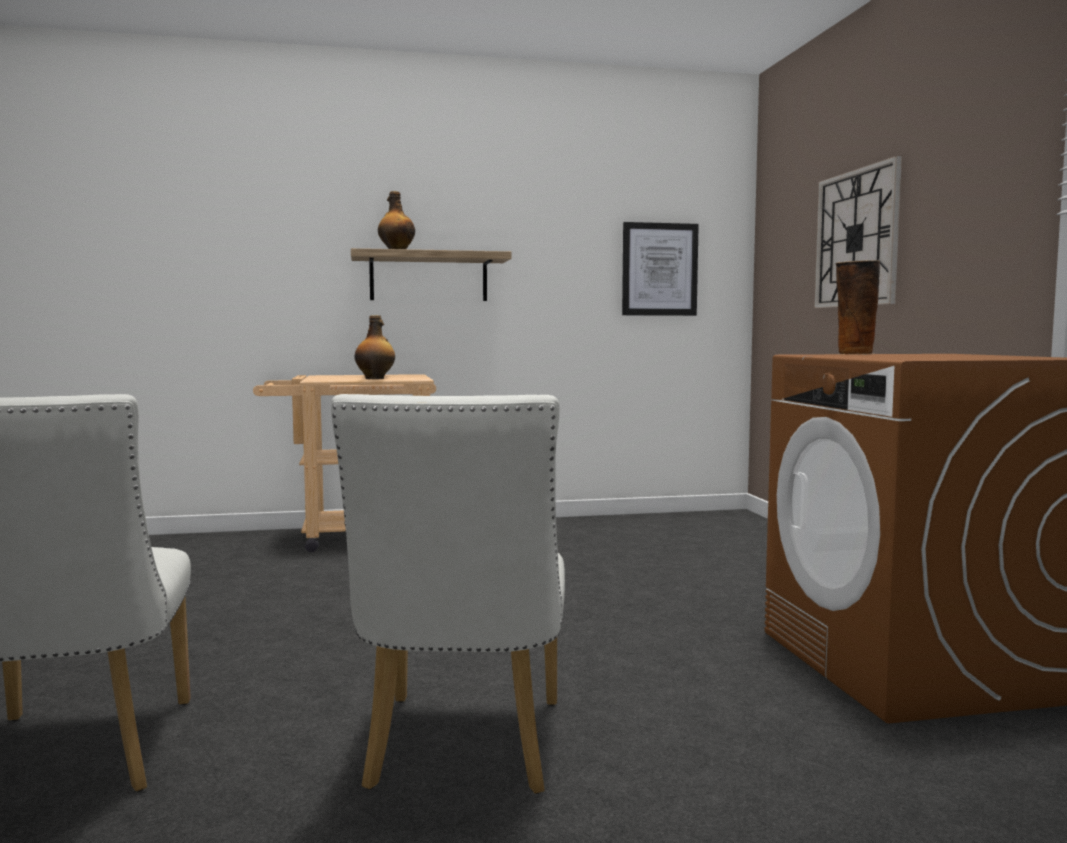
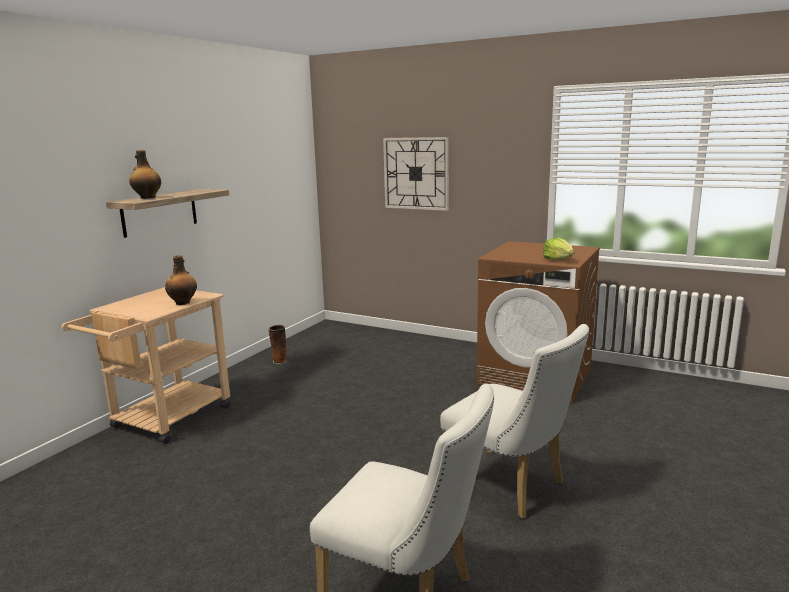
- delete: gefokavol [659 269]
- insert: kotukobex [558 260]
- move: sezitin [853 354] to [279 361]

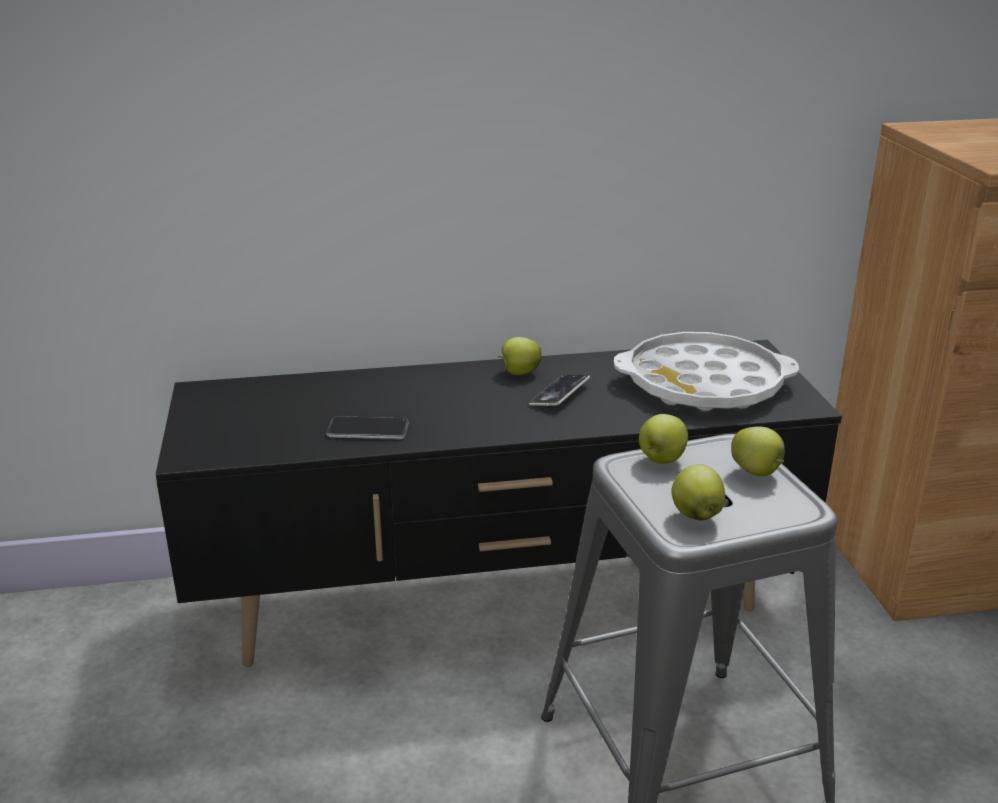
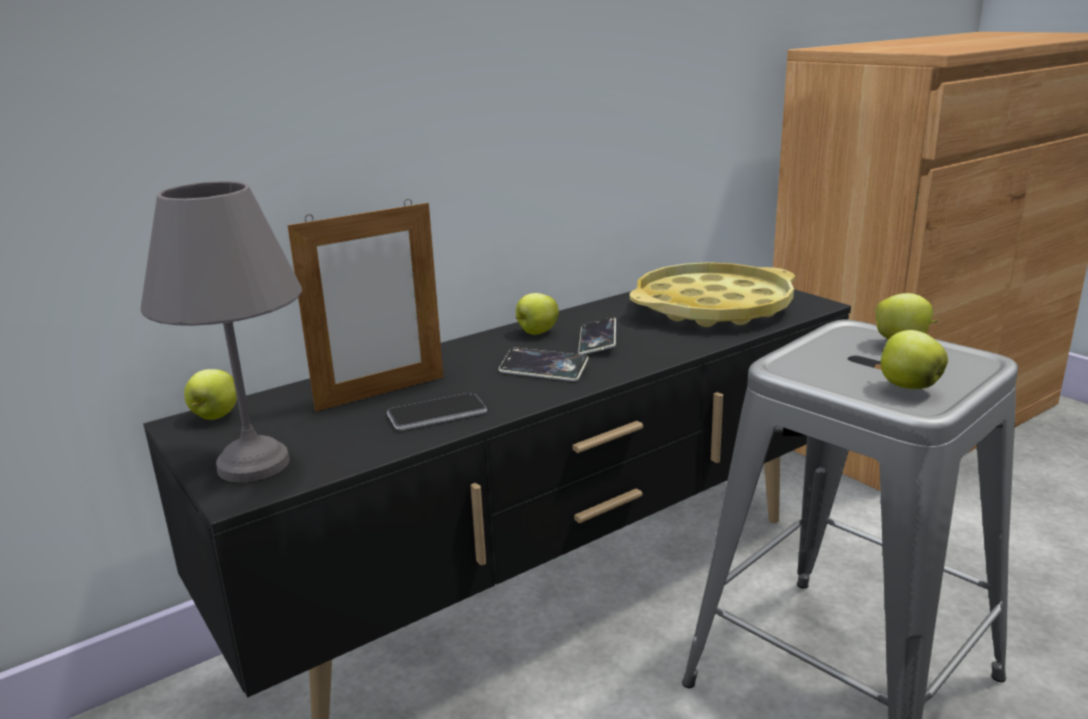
- insert: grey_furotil [255 466]
- insert: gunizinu [381 393]
- insert: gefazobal [543 370]
- move: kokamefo [661 459] to [215 416]
- recolor: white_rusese [703 384] to yellow_rusese [713 307]

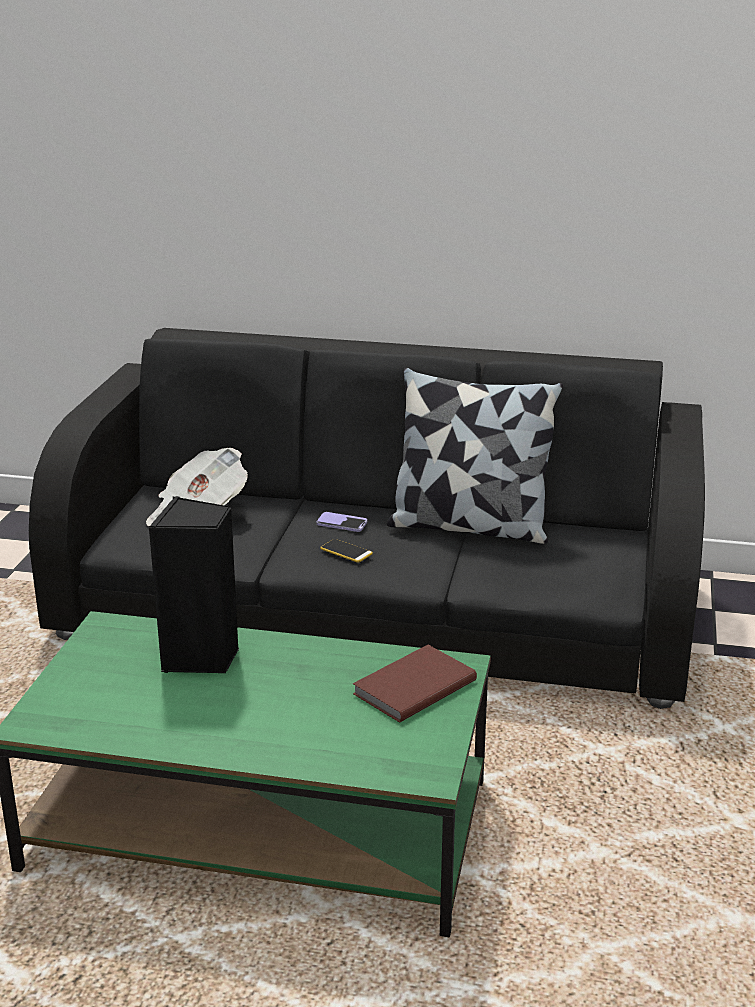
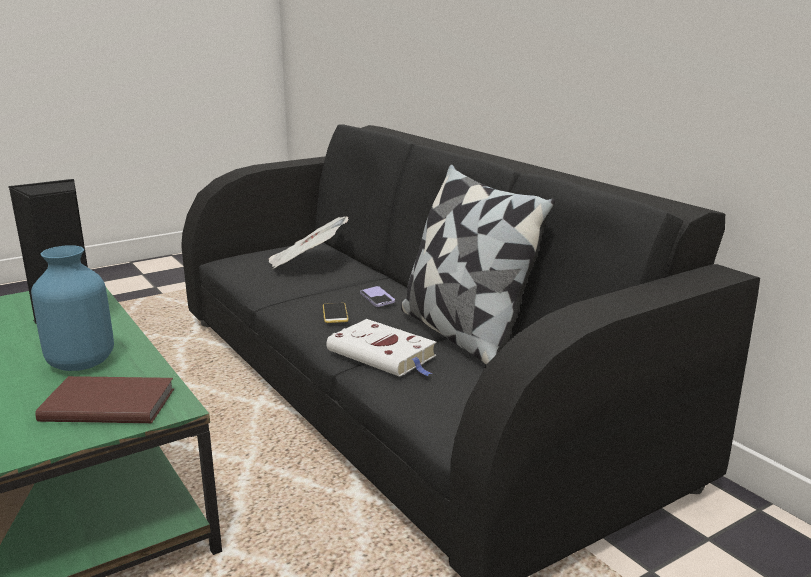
- insert: blue_sezitin [81 363]
- insert: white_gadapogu [384 355]

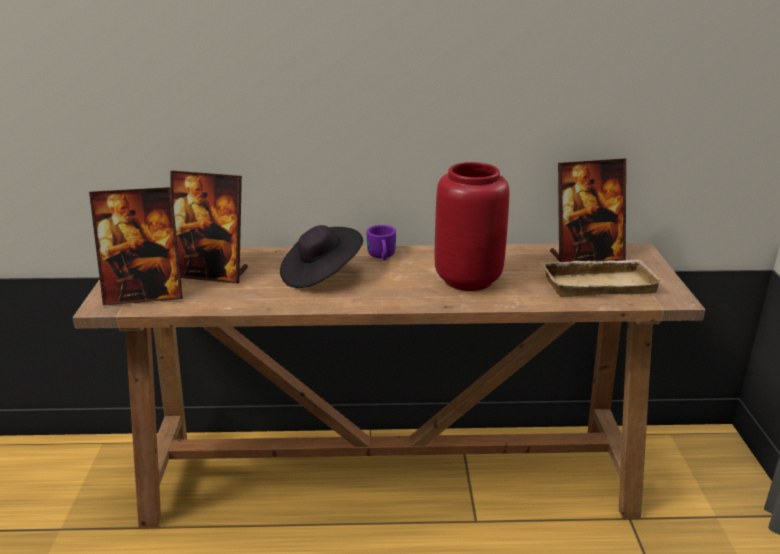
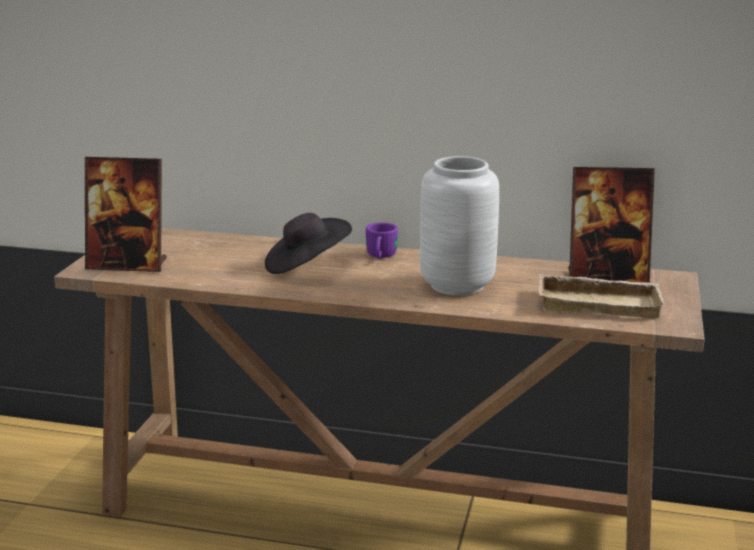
- delete: gunizinu [211 273]
- recolor: red_sezitin [468 279] to grey_sezitin [457 285]

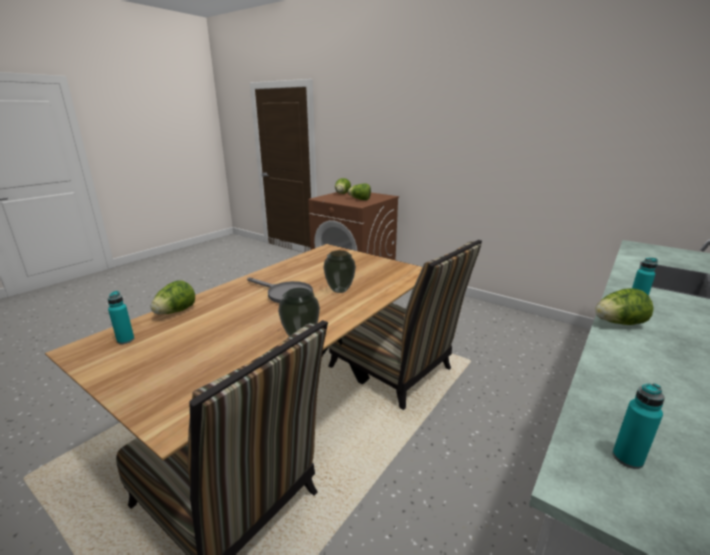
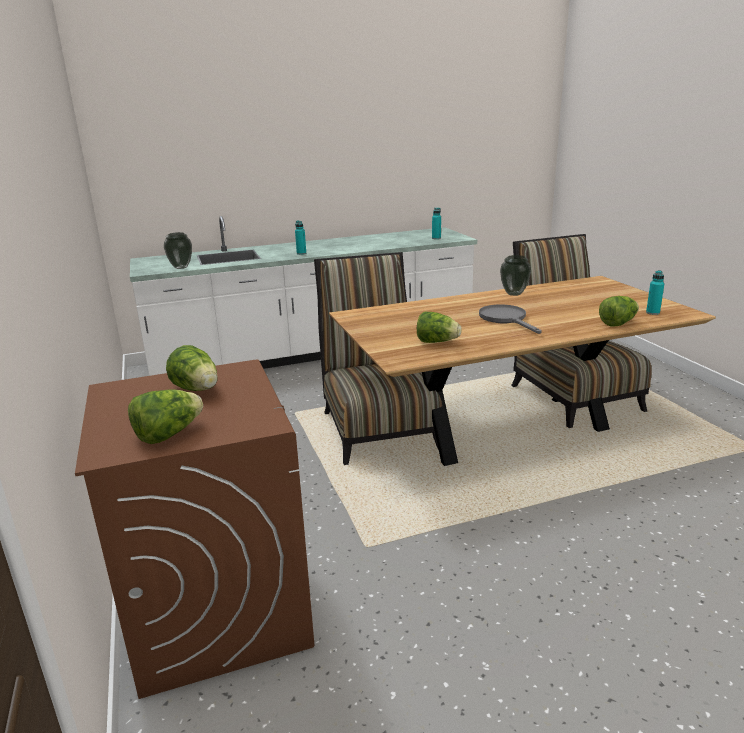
- move: sezitin [340 290] to [180 267]
- move: kotukobex [618 323] to [437 342]

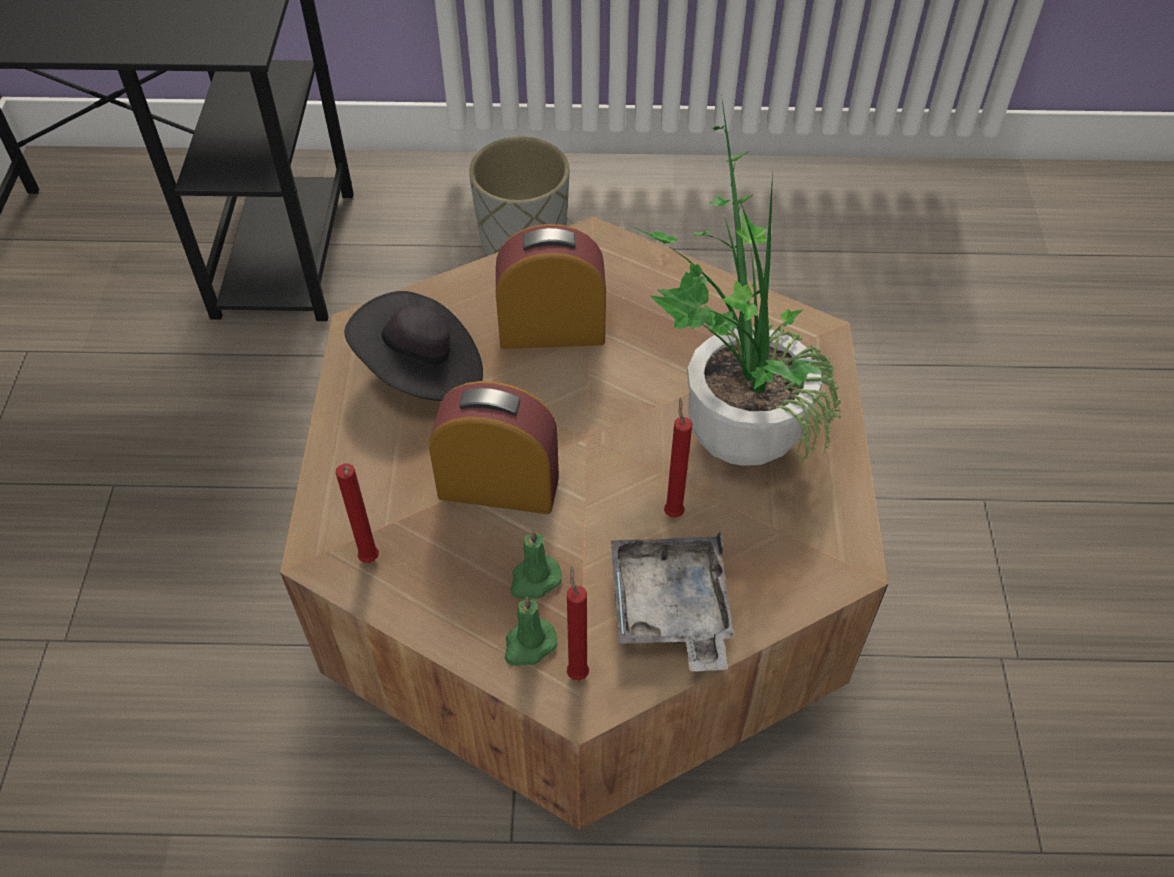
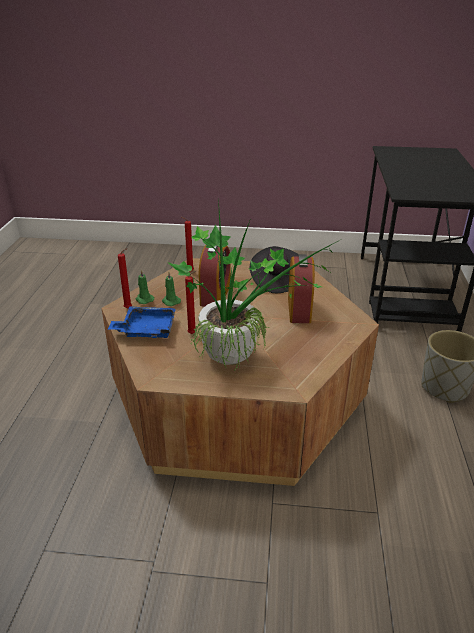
- recolor: grey_rusese [671 609] to blue_rusese [146 330]

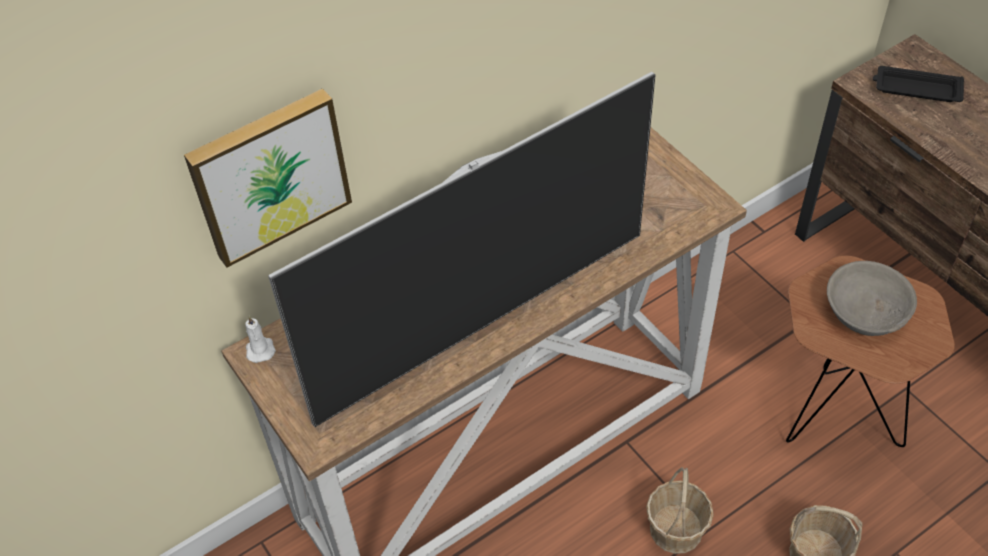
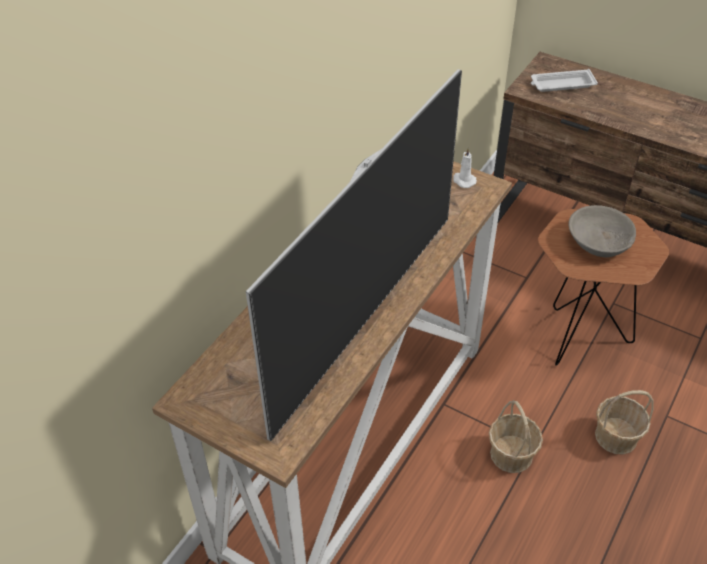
- delete: gefokavol [269 174]
- move: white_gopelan [260 349] to [463 180]
- recolor: black_rusese [915 89] to white_rusese [561 84]

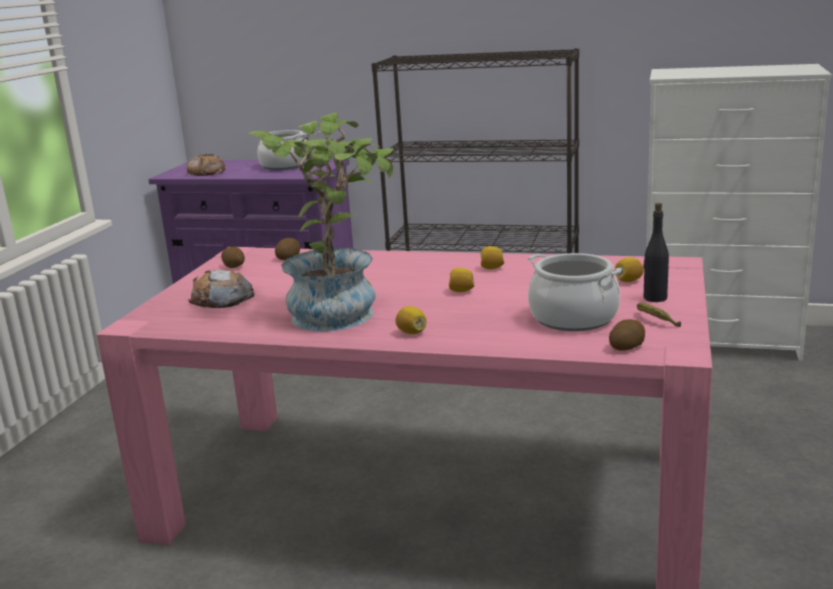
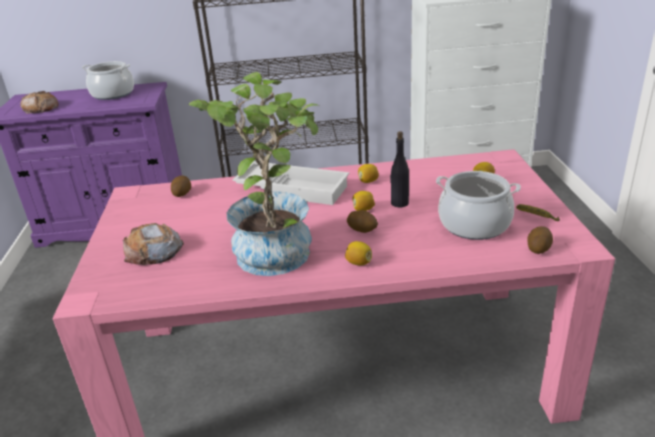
- insert: white_rusese [293 188]
- move: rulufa [234 266] to [362 229]
- move: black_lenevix [654 298] to [399 203]

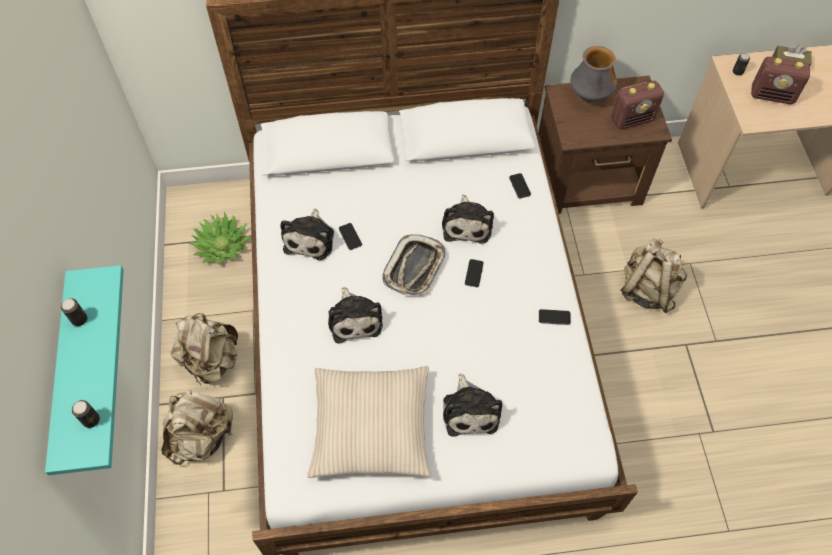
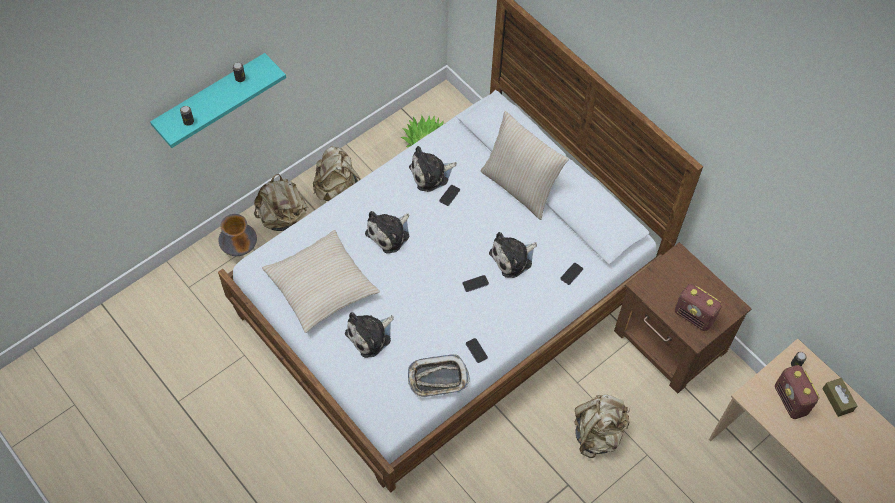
- insert: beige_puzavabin [520 187]
- move: rusese [414 268] to [437 378]
- move: sezitin [589 96] to [240 248]

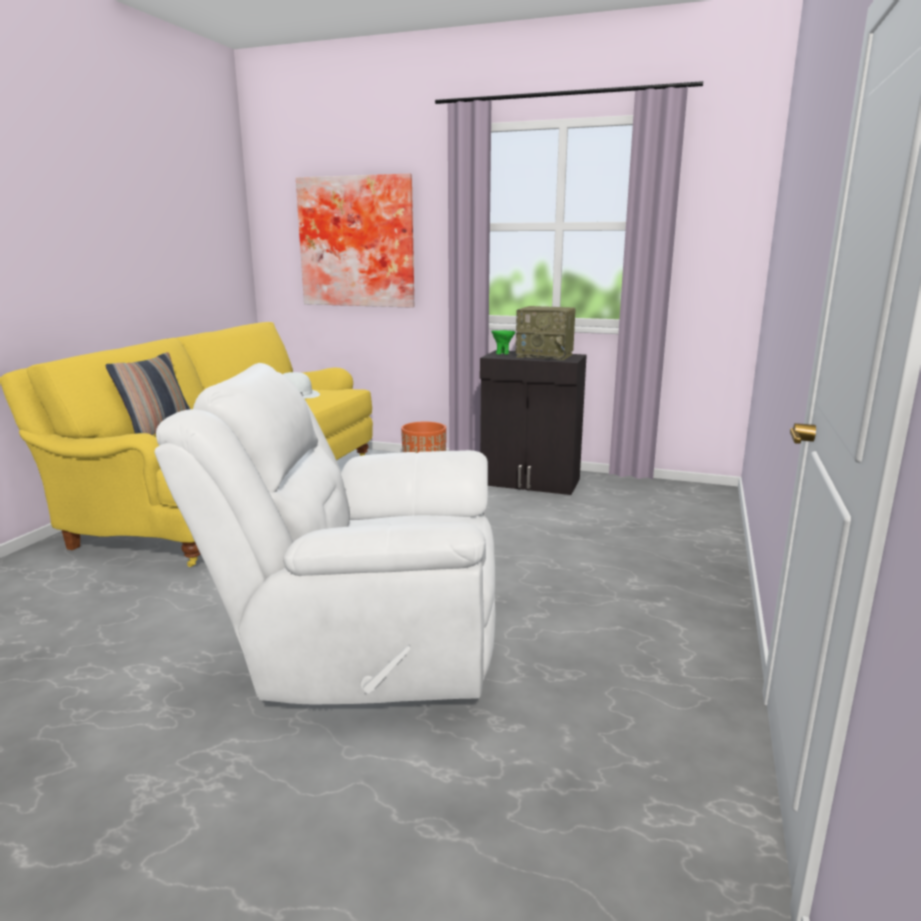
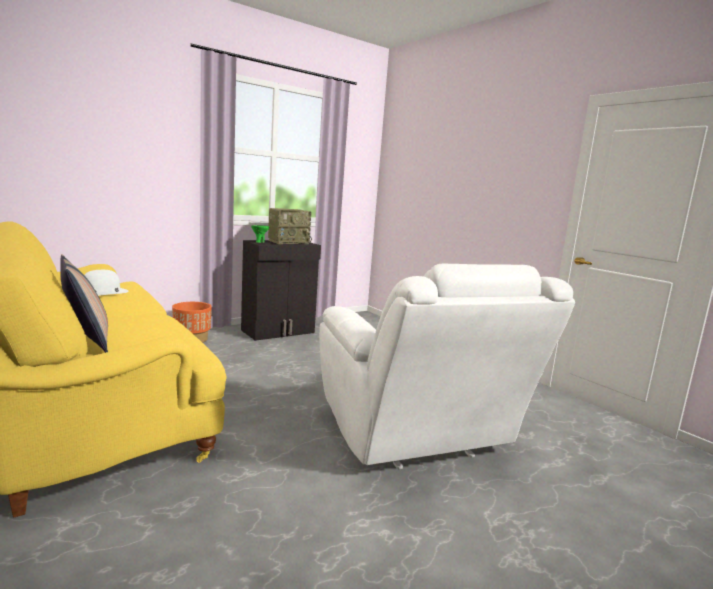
- delete: gefokavol [358 242]
- rotate: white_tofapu [363 646] = [418 440] 60 degrees counterclockwise

